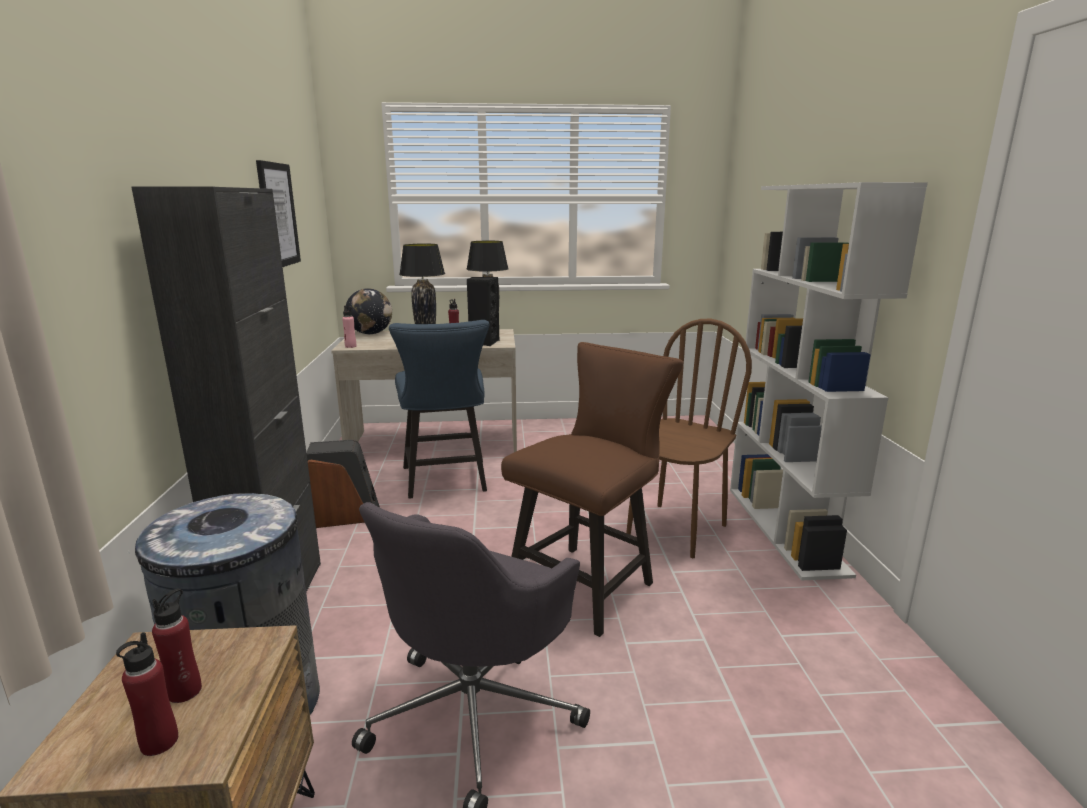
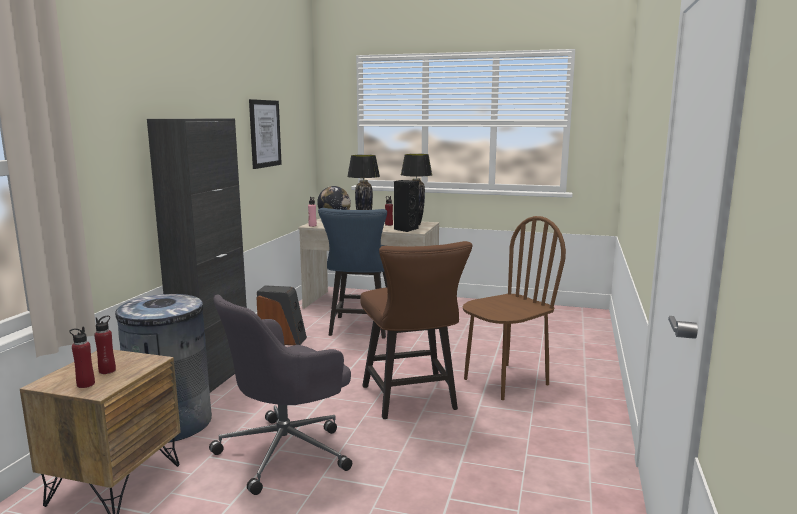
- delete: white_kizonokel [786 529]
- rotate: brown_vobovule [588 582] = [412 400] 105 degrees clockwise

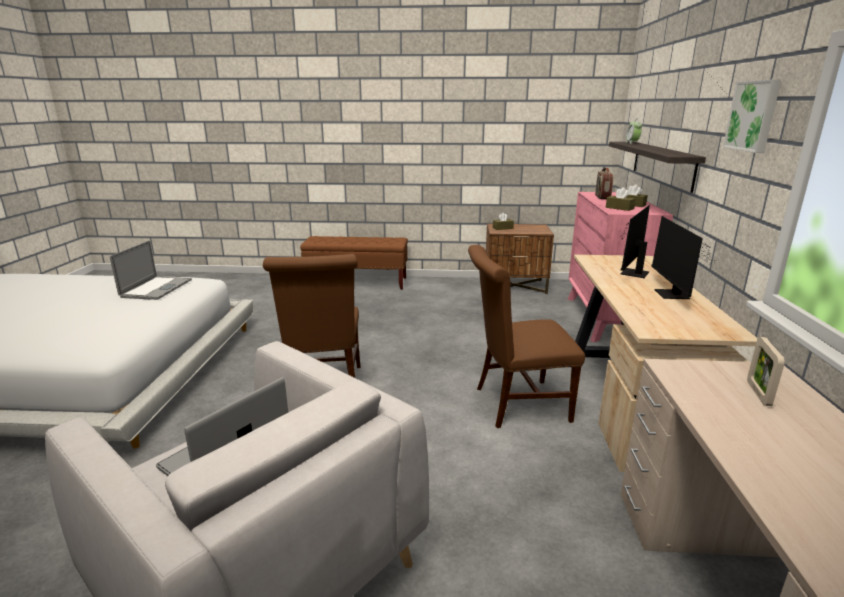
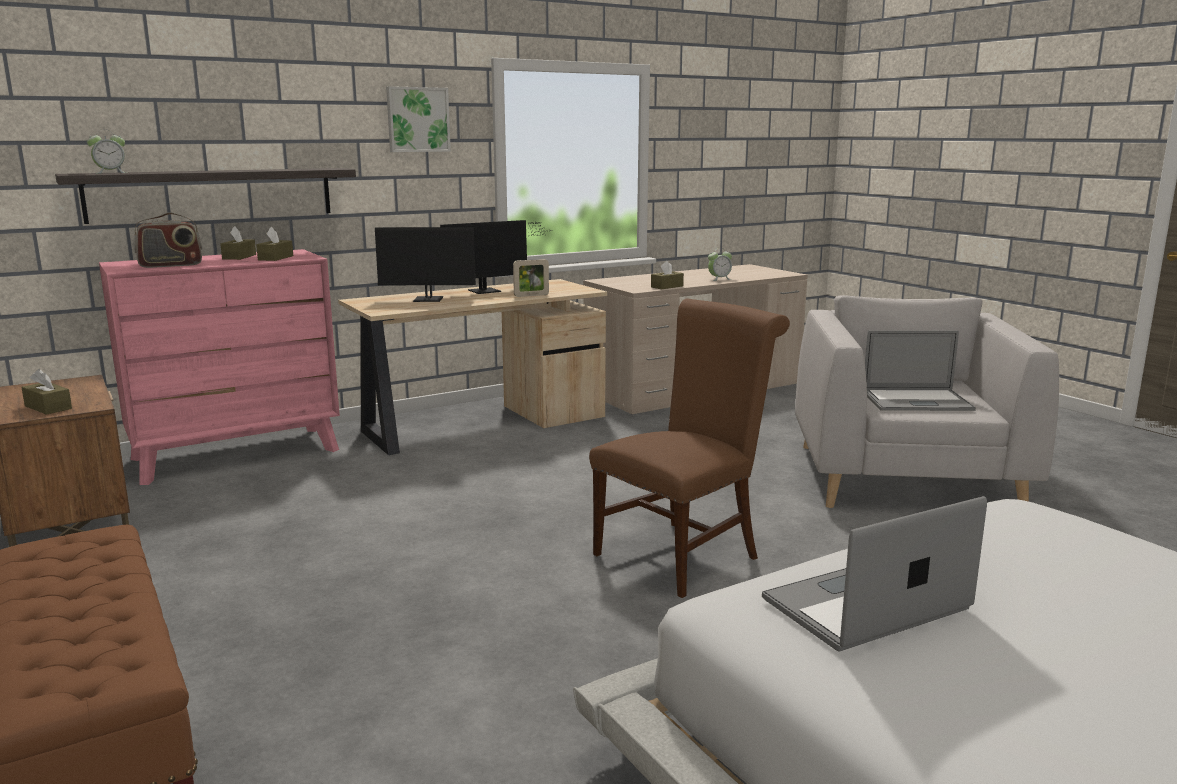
- delete: brown_vobovule [515 404]
- insert: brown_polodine [667 286]
- insert: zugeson [719 279]
- move: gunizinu [758 393] to [531 295]

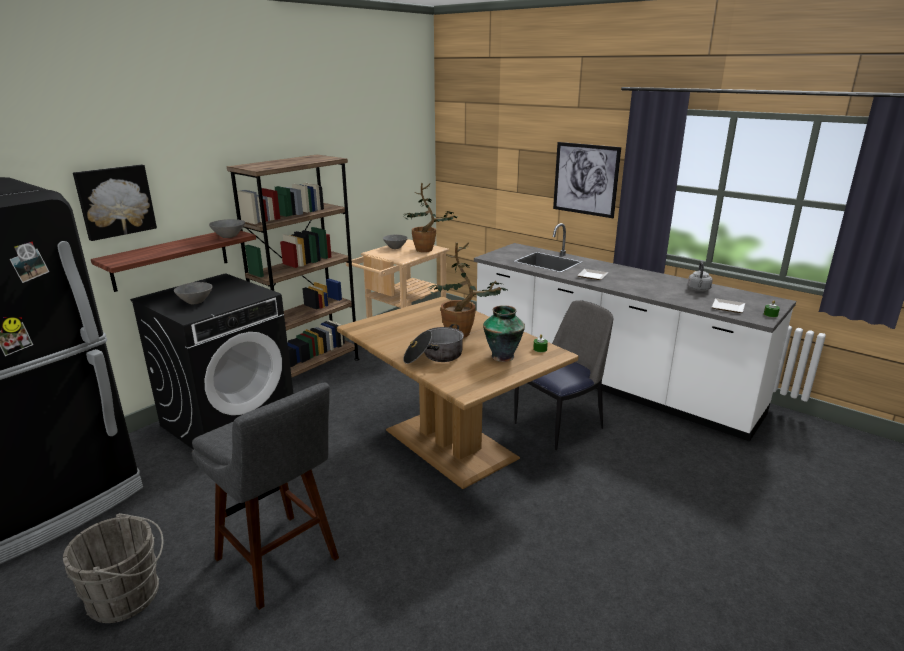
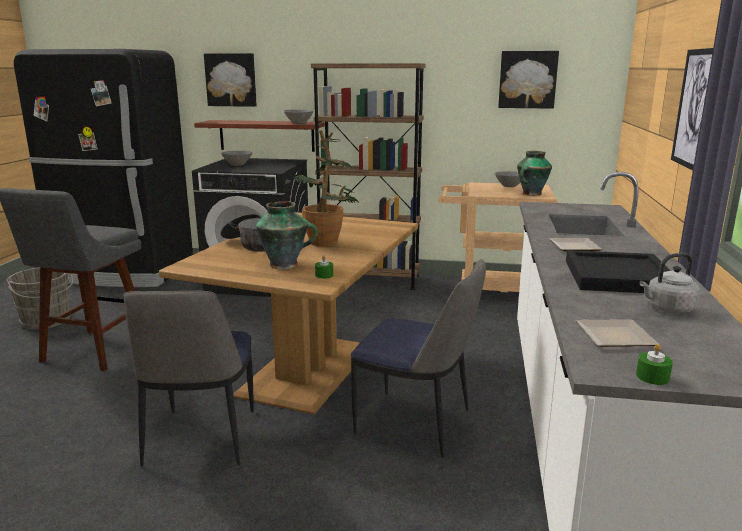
- insert: vobovule [200 439]
- insert: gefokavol [527 79]
- insert: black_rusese [619 276]
- replace: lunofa [428 250] to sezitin [531 194]

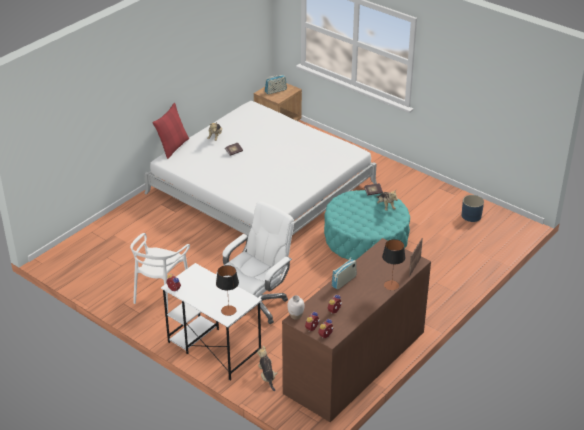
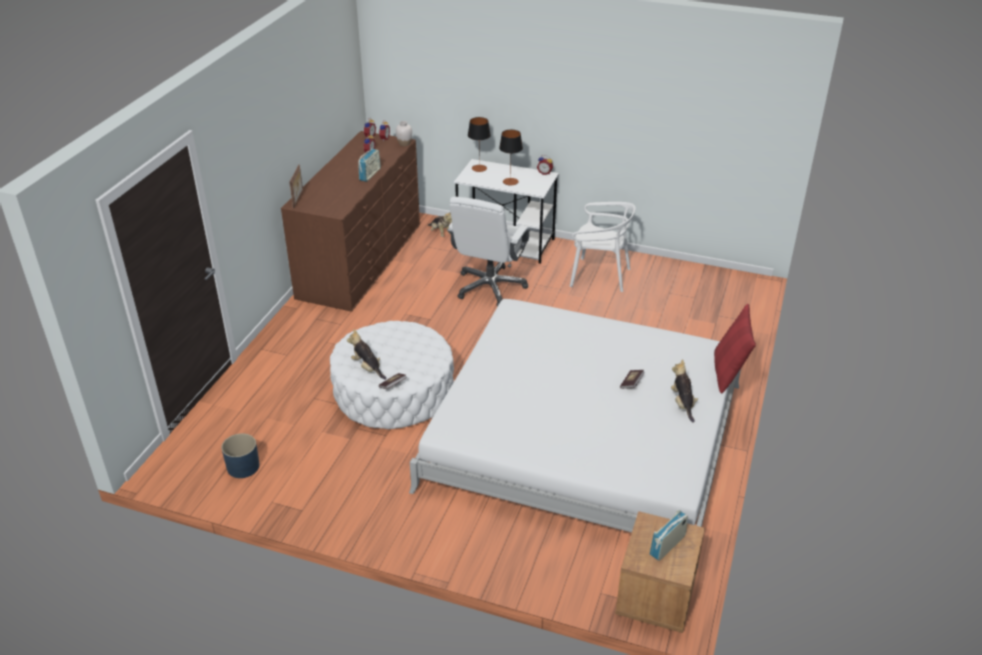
- move: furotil [391 285] to [510 181]
- recolor: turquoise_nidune [366 239] to white_nidune [394 392]
- rotate: white_vobovule [161 293] = [599 276] 105 degrees clockwise

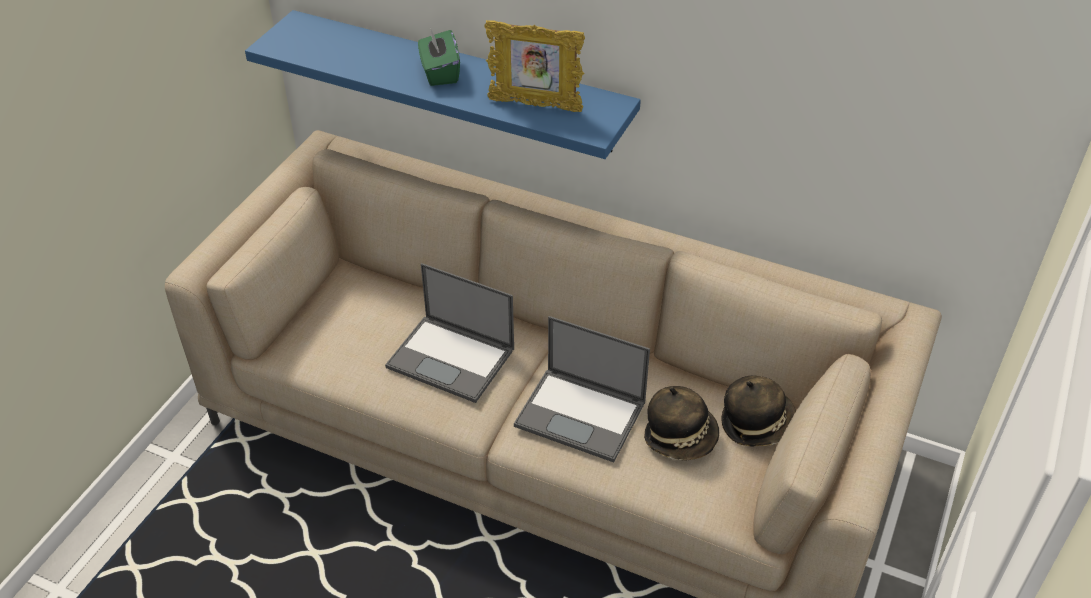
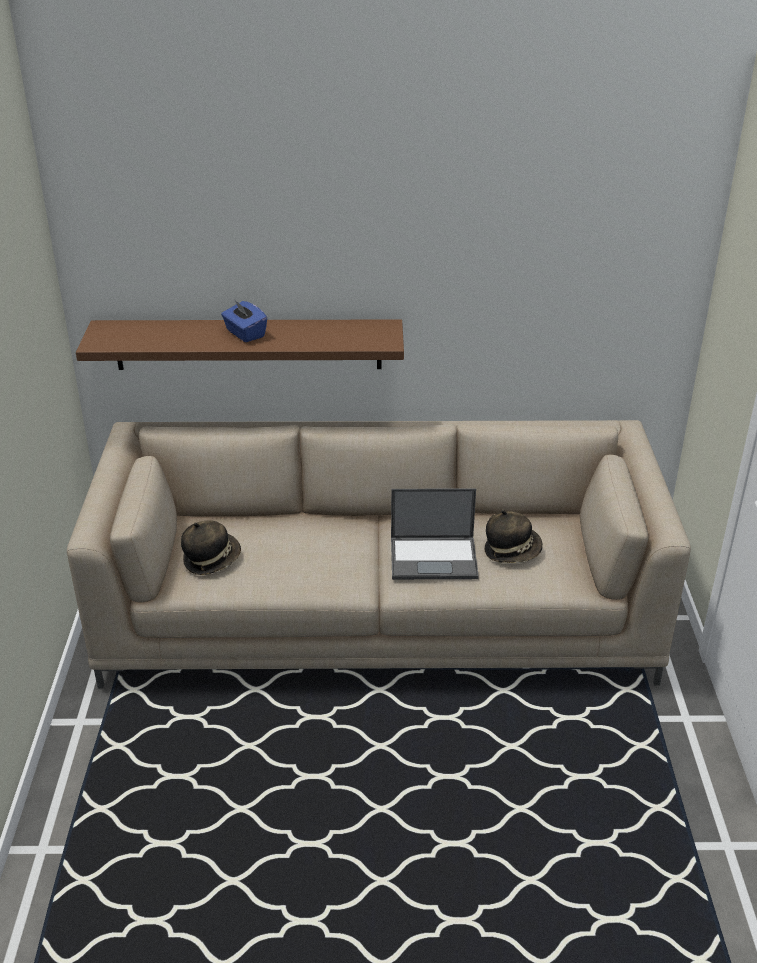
- delete: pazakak [452 358]
- delete: gunizinu [535 105]
- move: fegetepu [757 423] to [211 559]
- recolor: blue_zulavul [459 81] to brown_zulavul [248 344]
- recolor: green_polodine [440 72] to blue_polodine [245 334]

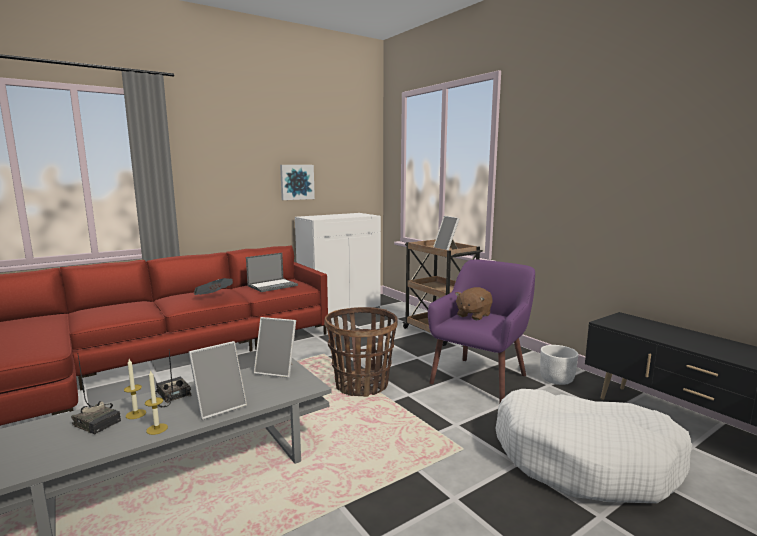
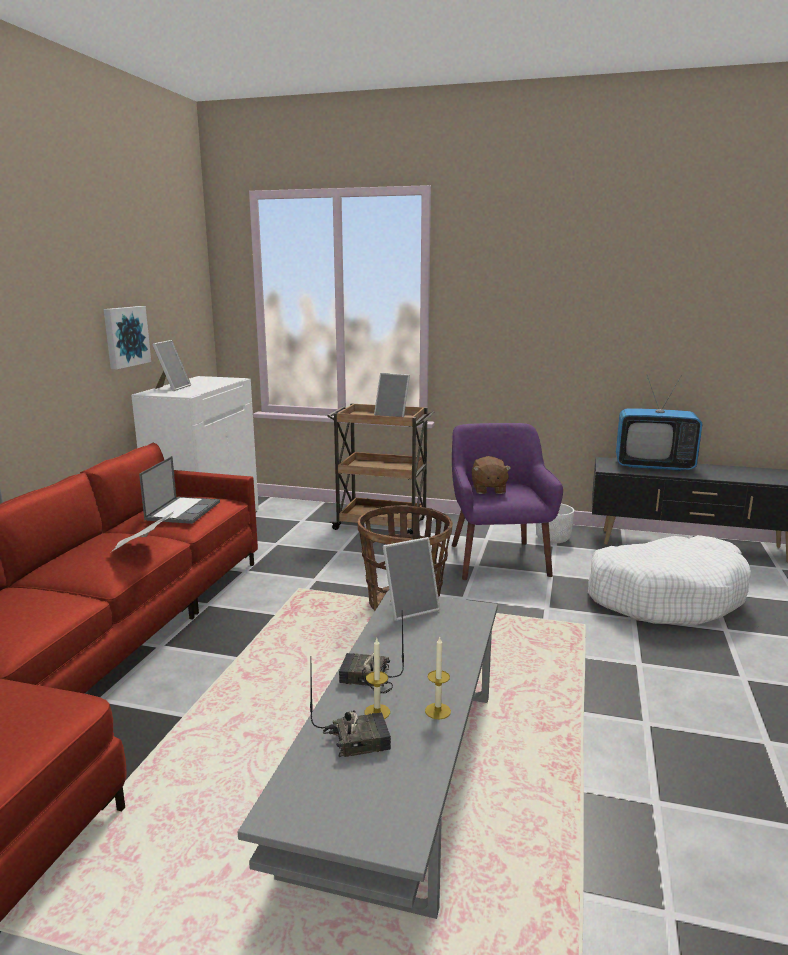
- insert: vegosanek [654 466]
- move: gunizinu [220 406] to [172 388]

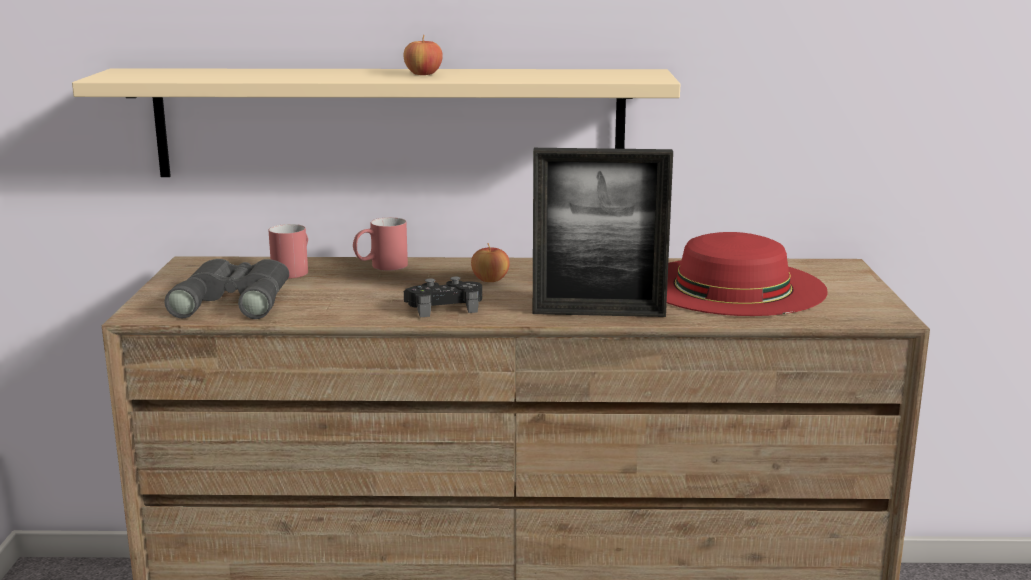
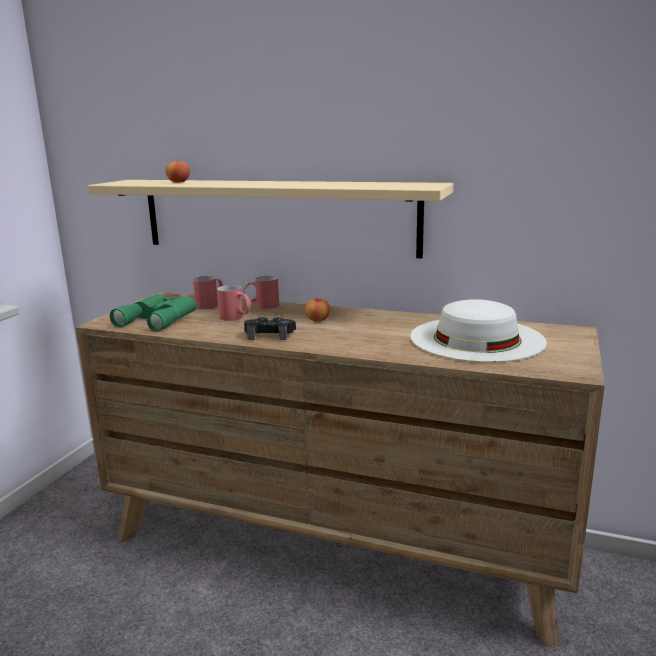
- delete: gunizinu [598 313]
- insert: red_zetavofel [236 318]
- move: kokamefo [423 74] to [178 182]
- recolor: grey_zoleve [235 299] to green_zoleve [159 319]
- recolor: red_fegetepu [732 286] to white_fegetepu [476 338]

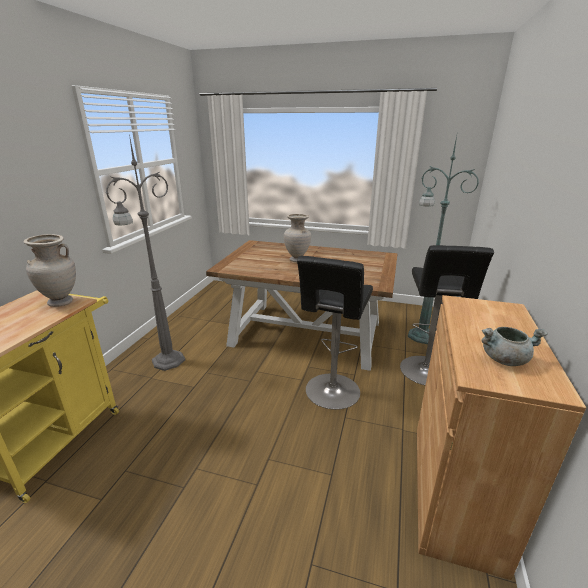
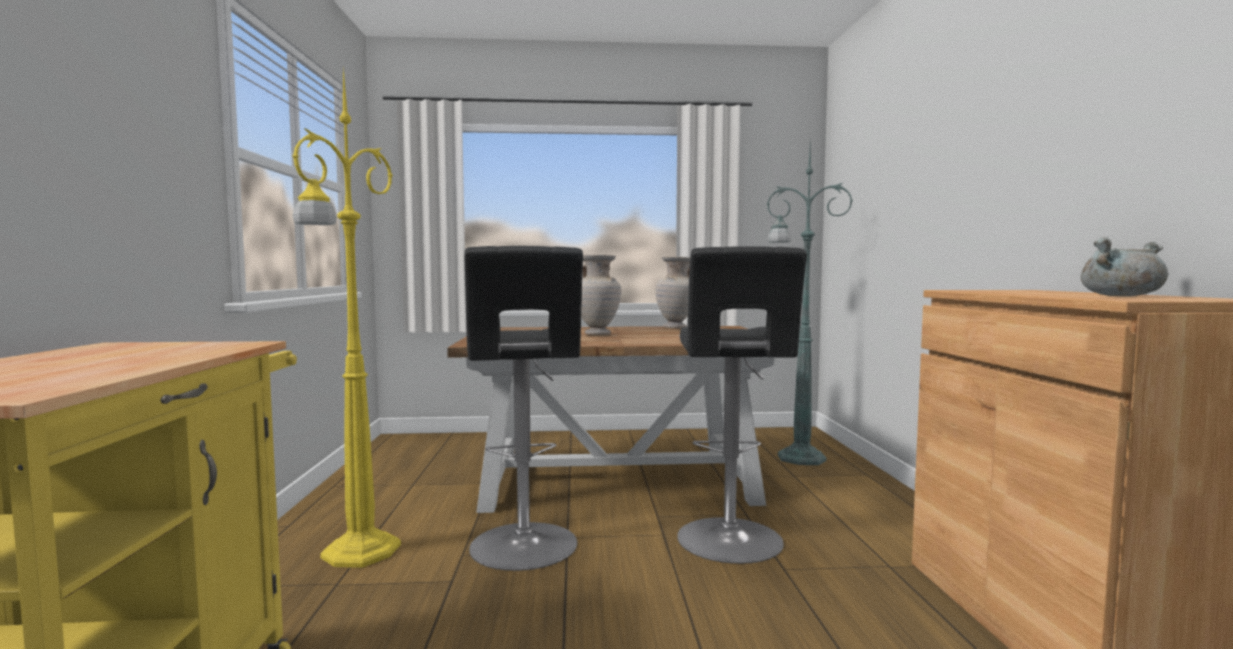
- move: beige_sezitin [61 303] to [676 328]
- move: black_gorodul [426 372] to [524 548]
- recolor: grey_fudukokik [166 361] to yellow_fudukokik [358 553]

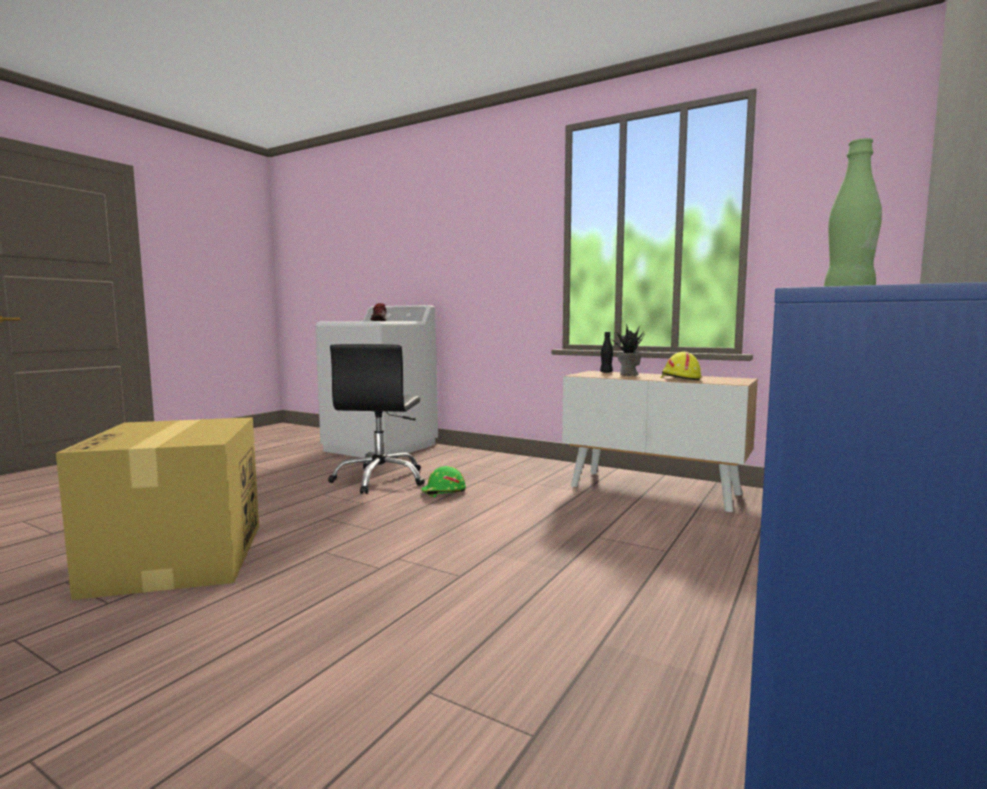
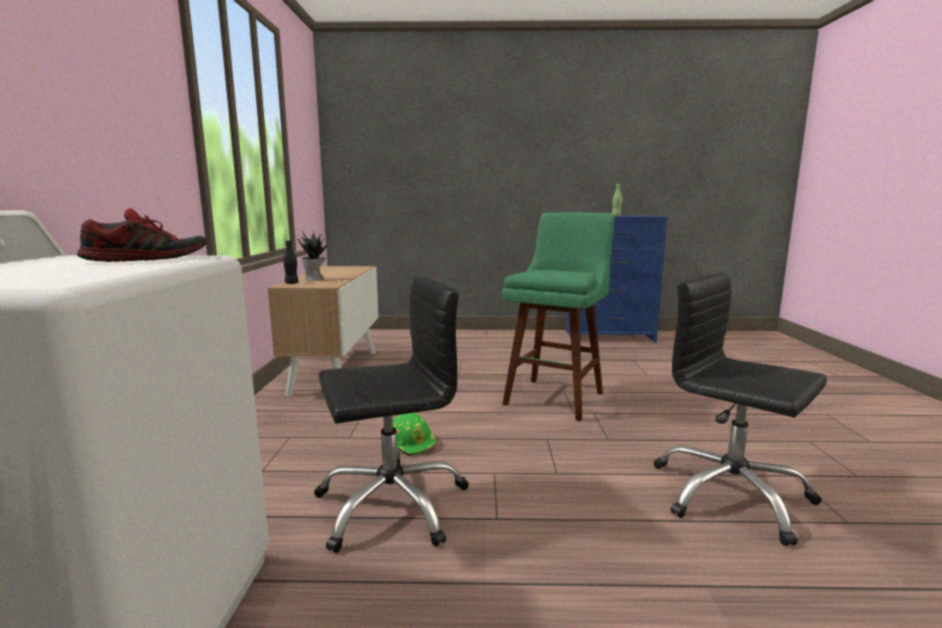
- delete: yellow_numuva [679 378]
- insert: green_gorodul [556 396]
- replace: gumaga [179 558] to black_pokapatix [729 495]

